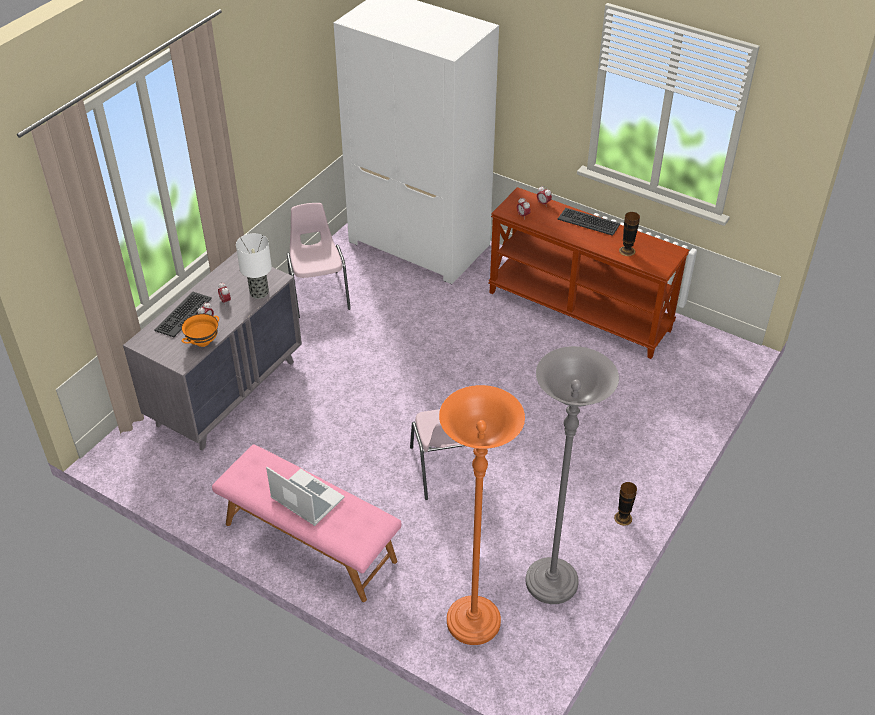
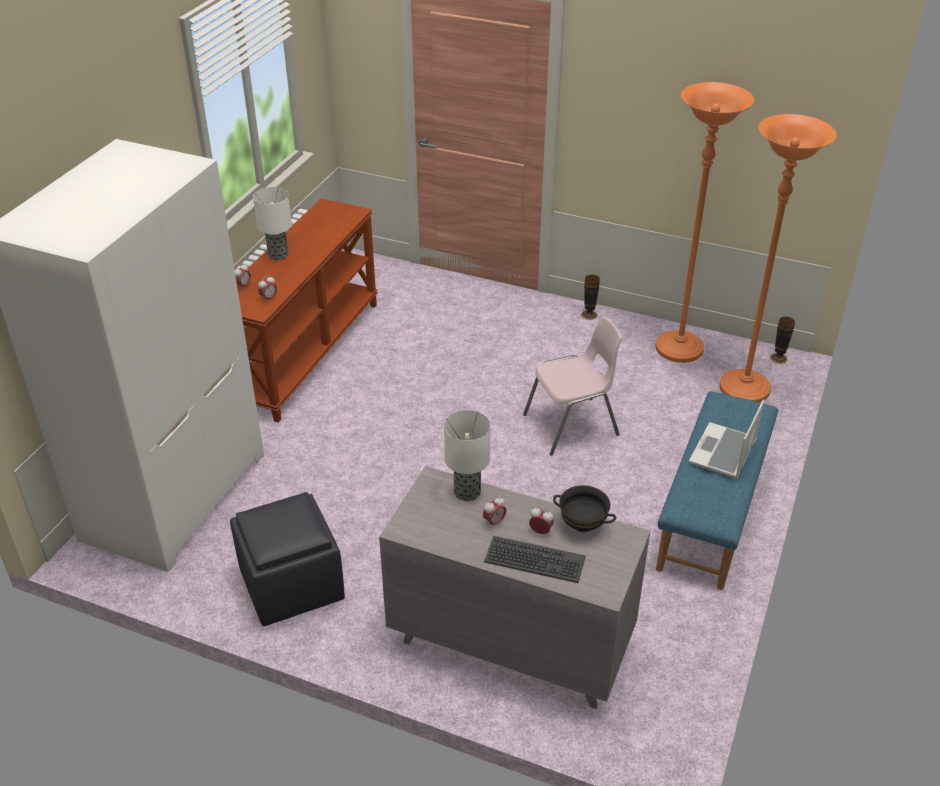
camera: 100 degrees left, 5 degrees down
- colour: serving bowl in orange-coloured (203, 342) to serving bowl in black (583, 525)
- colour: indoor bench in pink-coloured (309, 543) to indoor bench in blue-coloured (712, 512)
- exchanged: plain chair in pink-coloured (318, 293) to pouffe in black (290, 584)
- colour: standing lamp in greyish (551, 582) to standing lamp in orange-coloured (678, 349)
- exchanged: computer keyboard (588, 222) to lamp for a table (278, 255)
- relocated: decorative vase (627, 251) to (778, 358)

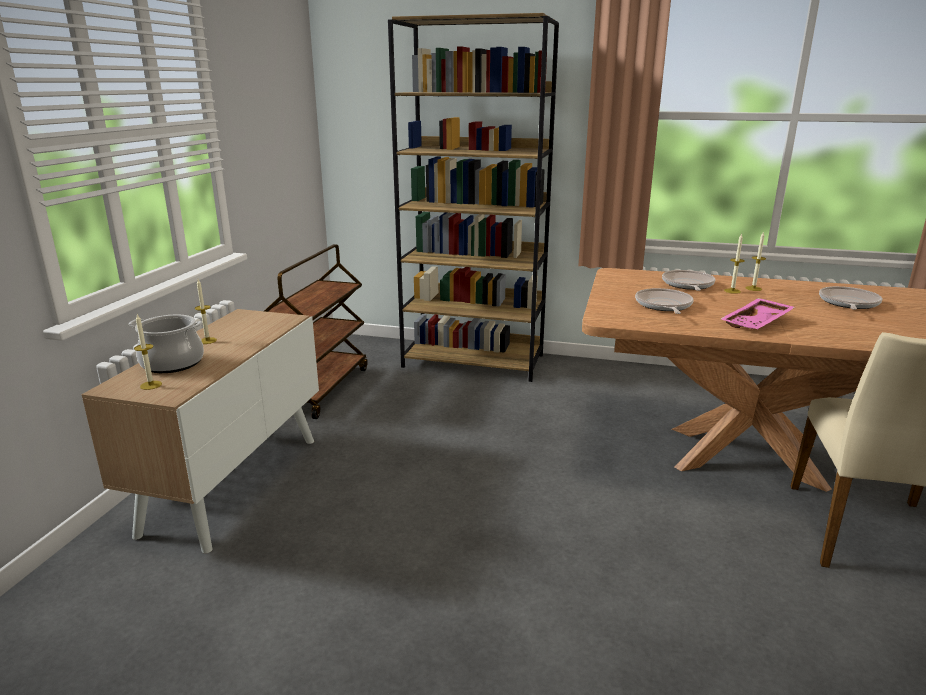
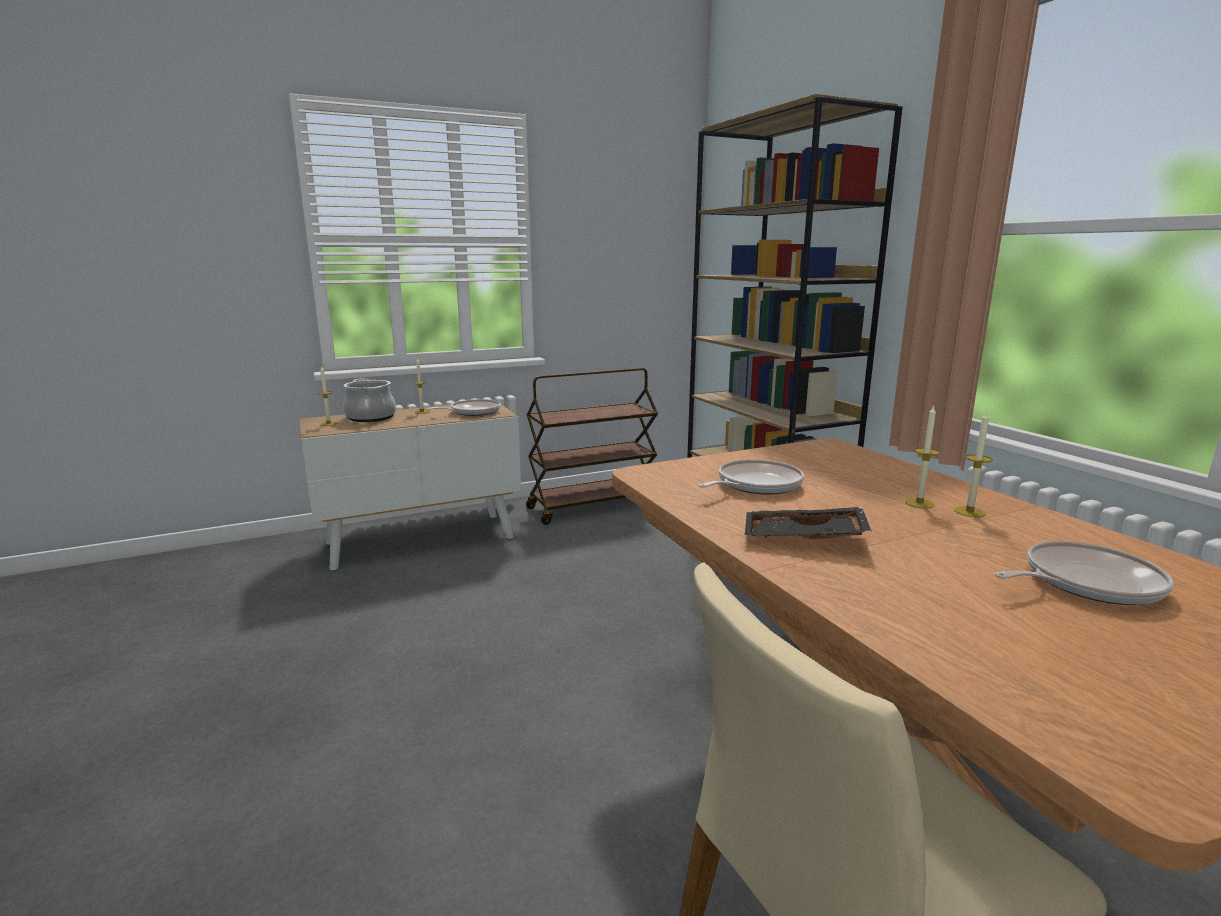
camera: 50 degrees right, 5 degrees down
- relocated: skillet (687, 285) to (472, 412)
- colour: tray in pink-coloured (757, 323) to tray in black (803, 538)

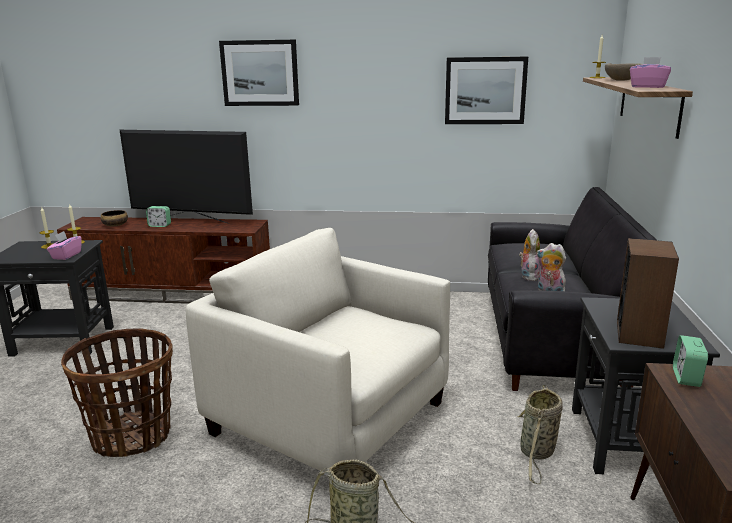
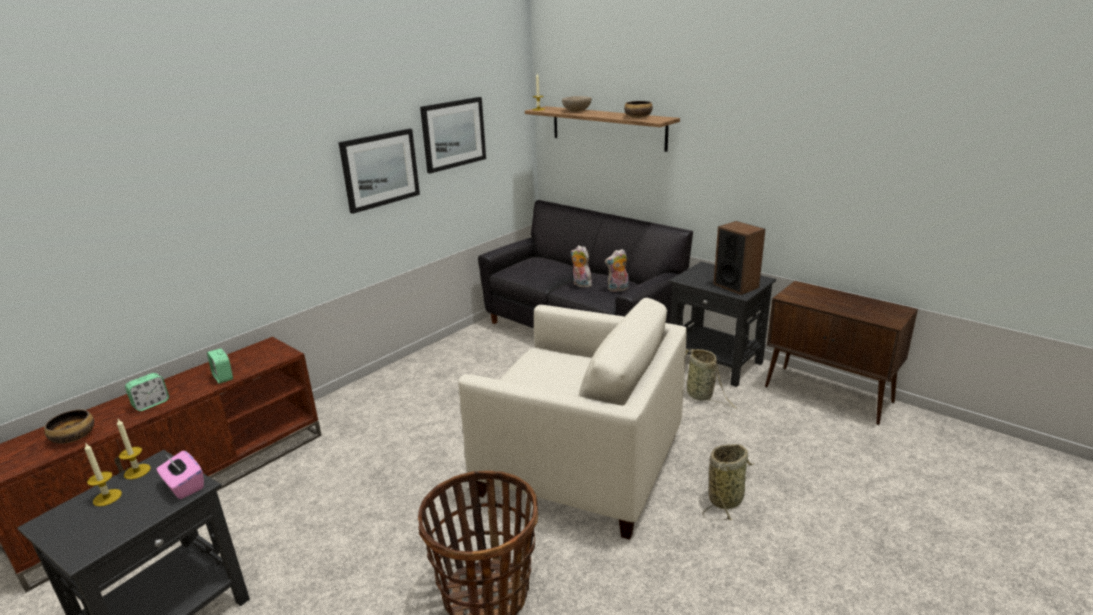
camera: 55 degrees left, 5 degrees up
- missing: TV (192, 221)
- spun: lounge chair in beige-coloured (329, 419) = (580, 463) 135 degrees counterclockwise
- relocated: wall picture (260, 73) to (380, 169)
- exchanged: tissue box in pink-coloured (648, 87) to serving bowl (638, 117)
- relocated: bedside clock (686, 377) to (223, 377)

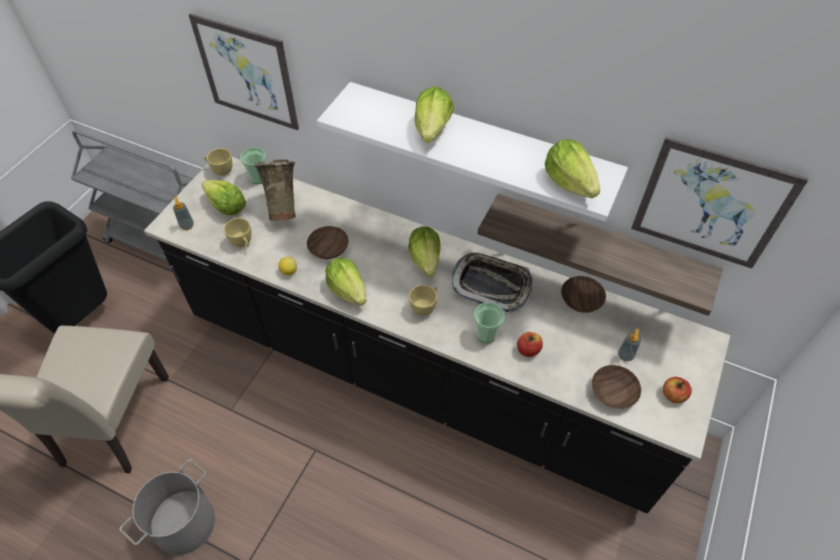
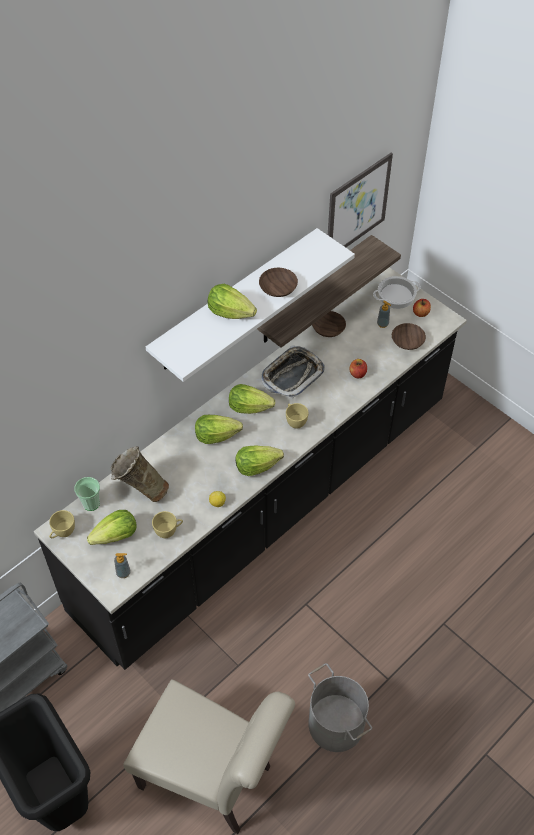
camera: 70 degrees left, 0 degrees up
- missing: wall picture (246, 73)
- relocated: serving bowl in brownish (329, 247) to (277, 288)
- missing: drinking cup (486, 334)
- relocated: head of lettuce (569, 183) to (216, 436)
- appeared: saucepot (396, 295)

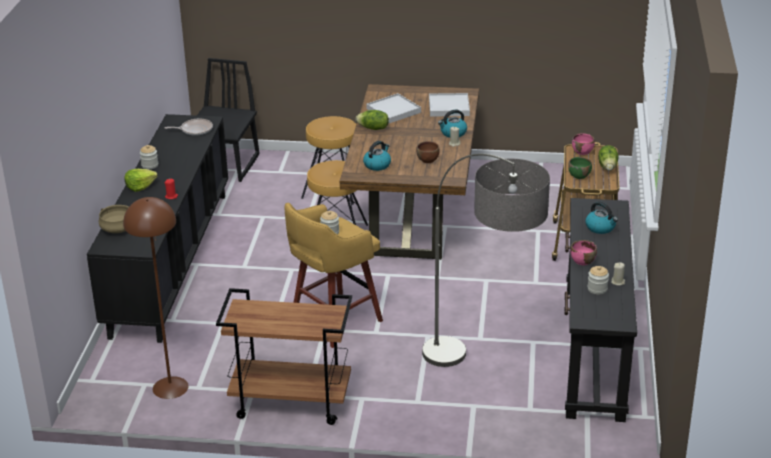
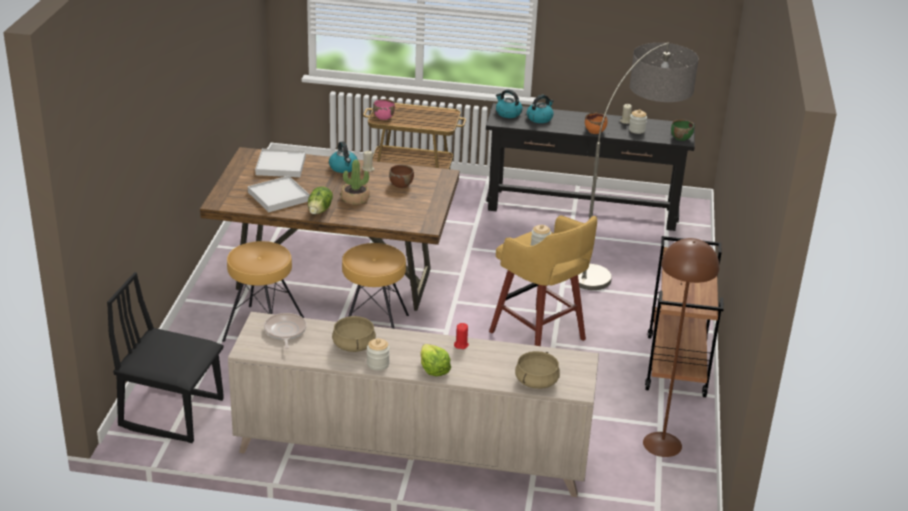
camera: 90 degrees left, 0 degrees up
- colour: storage cabinet in black (170, 262) to storage cabinet in beige-coloured (412, 454)
- relocated: kettle (377, 165) to (508, 113)
- relocated: serving bowl in green (579, 175) to (680, 138)
- colour: serving bowl in pink-coloured (582, 261) to serving bowl in orange-coloured (595, 131)
- missing: head of lettuce (608, 167)
- appeared: saucepot in beige-coloured (354, 345)
- appeared: plant in a pot (355, 199)

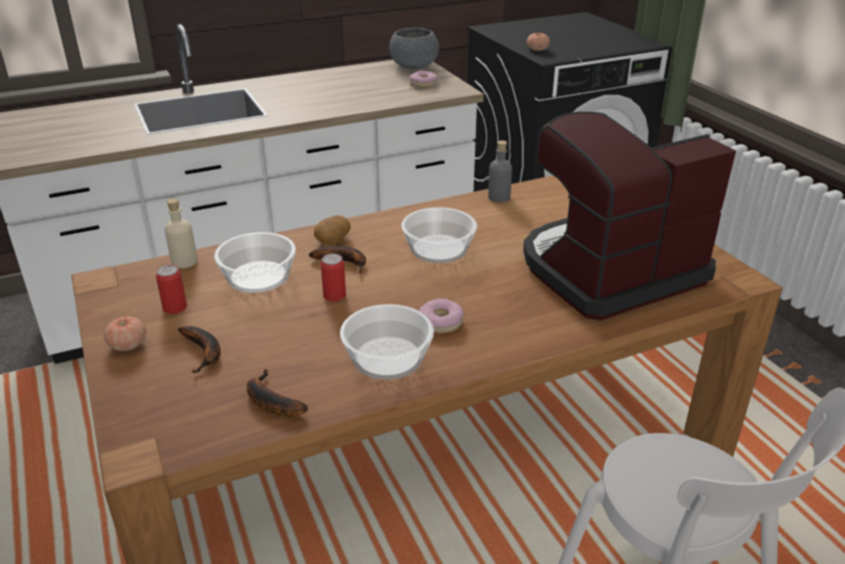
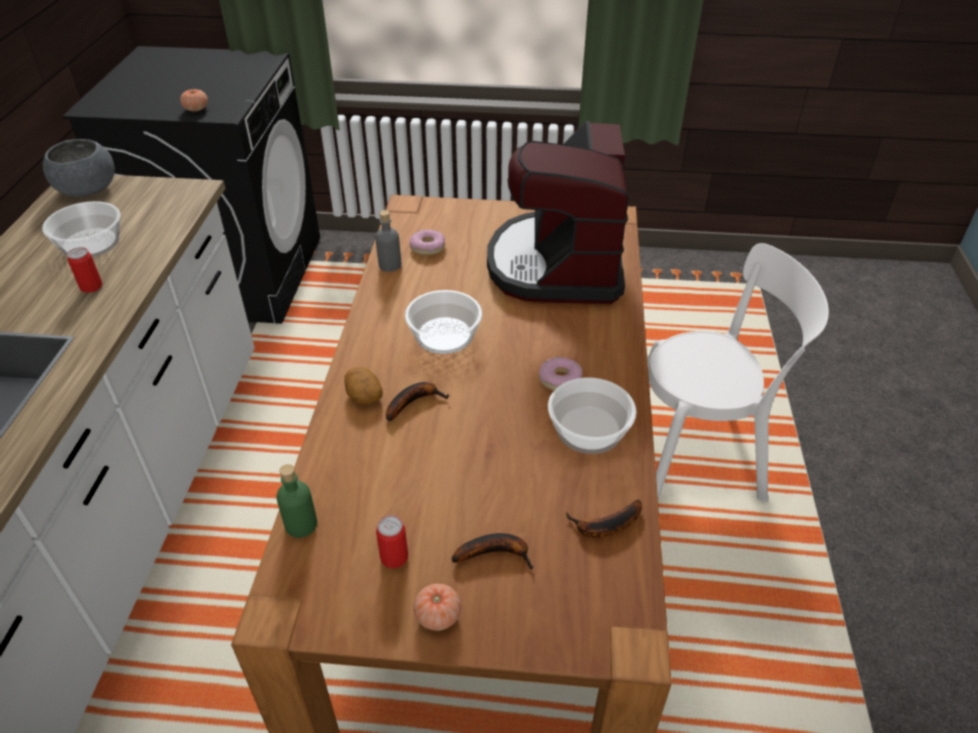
camera: 60 degrees left, 10 degrees up
- colour: bottle in beige-coloured (184, 261) to bottle in green (301, 525)
- relocated: serving bowl (259, 276) to (90, 242)
- relocated: can (334, 296) to (91, 286)
- relocated: donut (423, 84) to (427, 247)

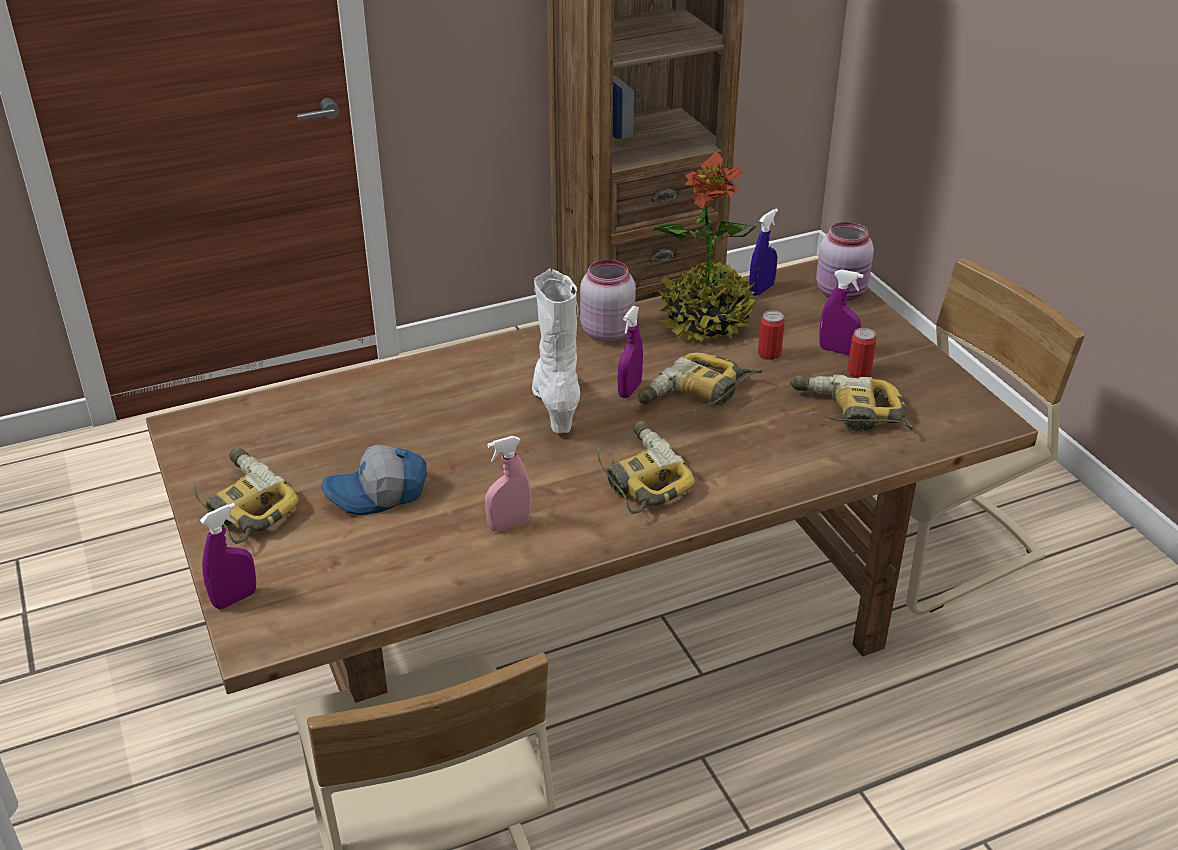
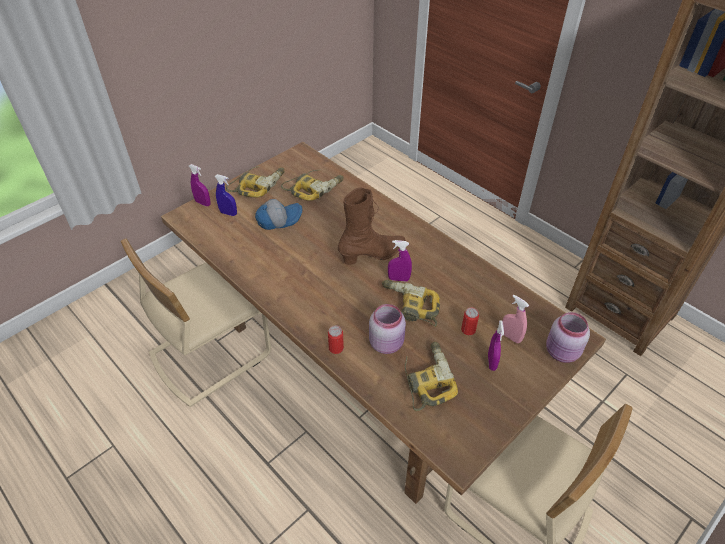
camera: 70 degrees right, 10 degrees up
- spun: cap (378, 494) = (279, 219) 105 degrees clockwise
- relocated: spray bottle in pink-coloured (509, 524) to (510, 337)
- colour: tall boot in whitish (556, 403) to tall boot in brownish (373, 255)
- relocated: storage jar in pink-coloured (607, 332) to (387, 343)
- relocated: power drill (638, 477) to (314, 188)
- missing: plant in a pot (706, 321)
- relocated: spray bottle in blue-coloured (761, 289) to (228, 213)
- relocated: can (859, 371) to (336, 348)

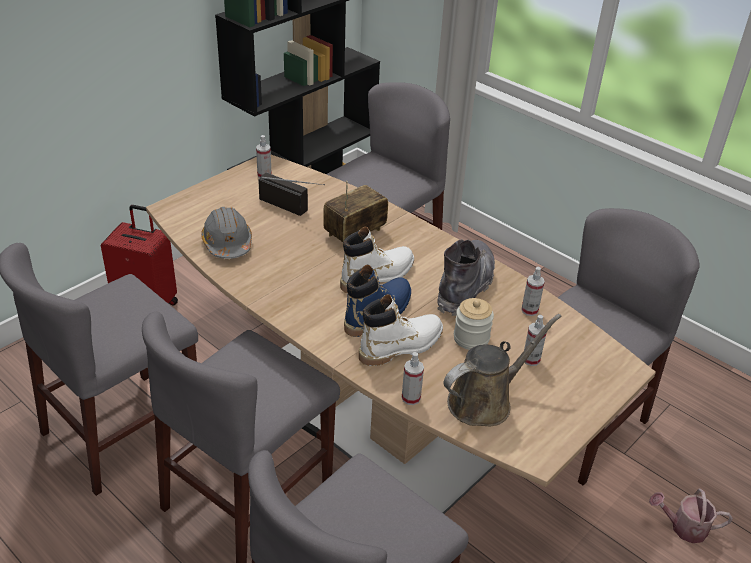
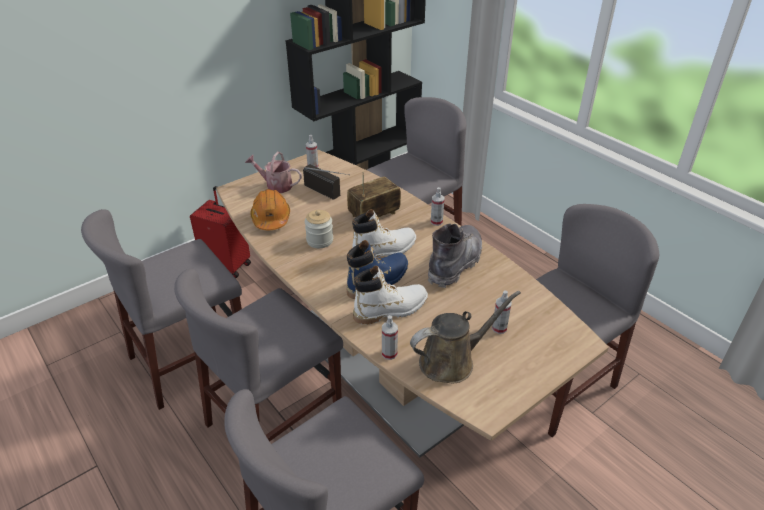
camera: 10 degrees right, 0 degrees up
- colour: work helmet in greyish (227, 243) to work helmet in orange-coloured (271, 218)
- relocated: storage jar (471, 338) to (320, 240)
- relocated: spray bottle (529, 310) to (436, 222)
- relocated: sprinkling can (683, 527) to (275, 185)

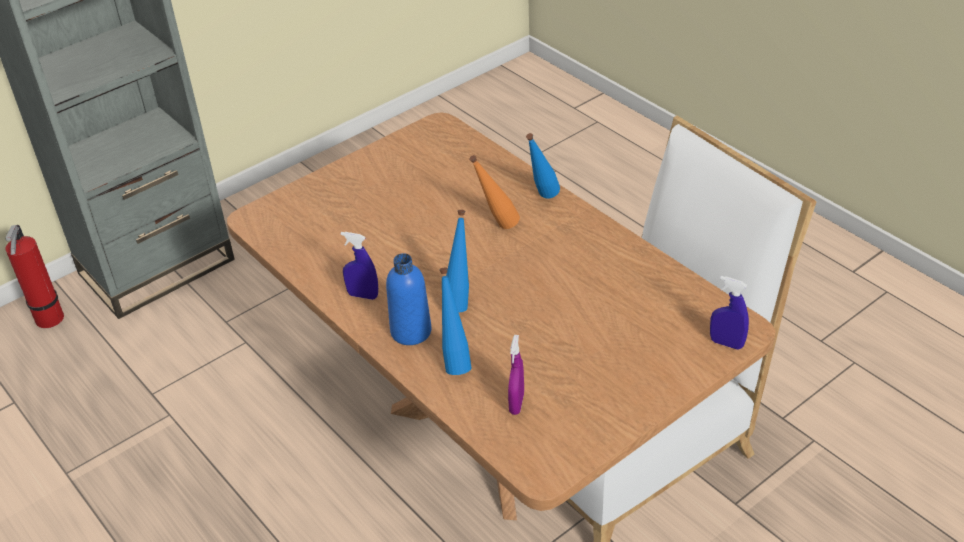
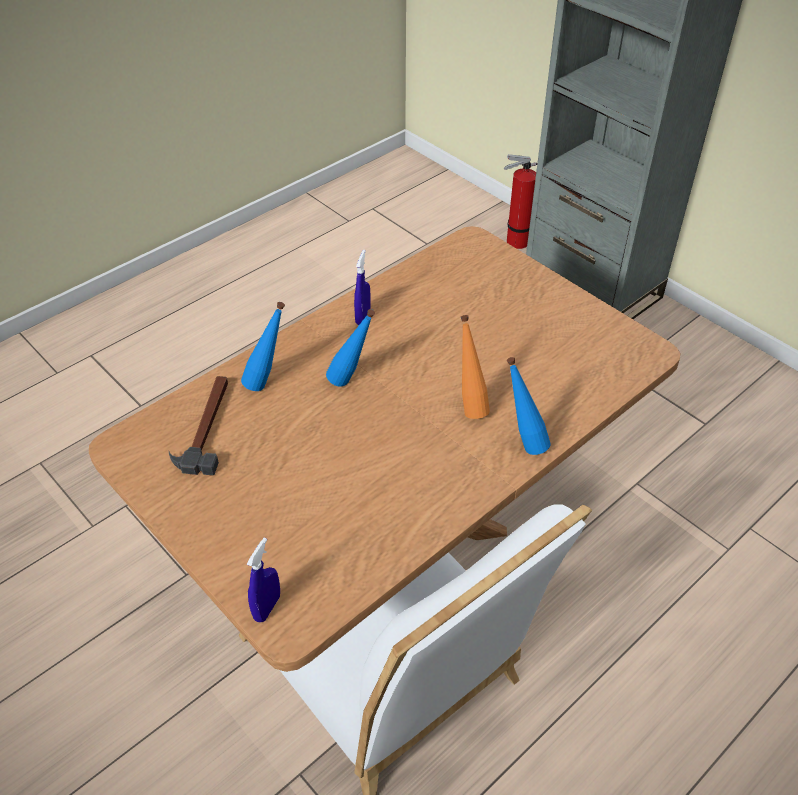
camera: 85 degrees right, 5 degrees up
- missing: bottle in blue-coloured (411, 331)
- exchanged: spray bottle in purple (516, 403) to hand hammer (206, 427)

